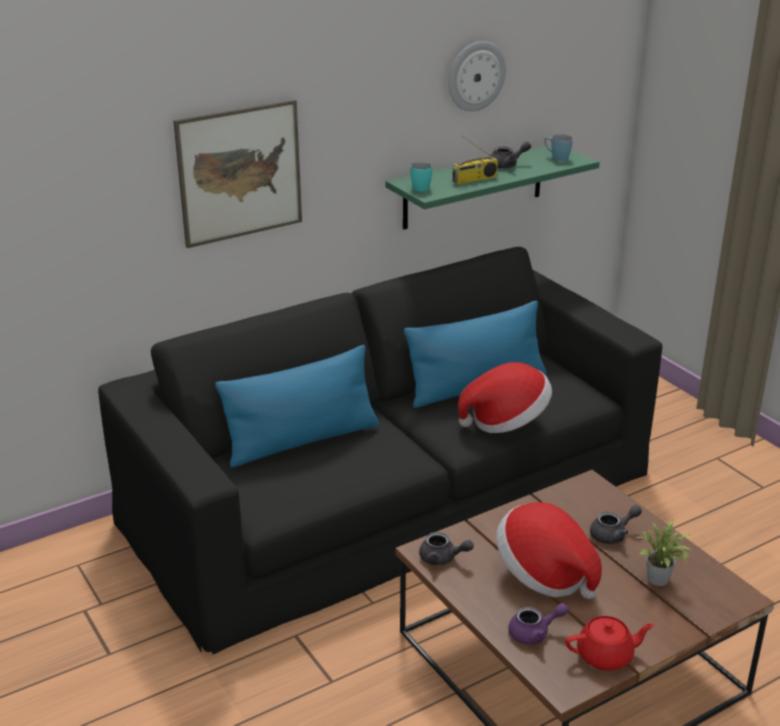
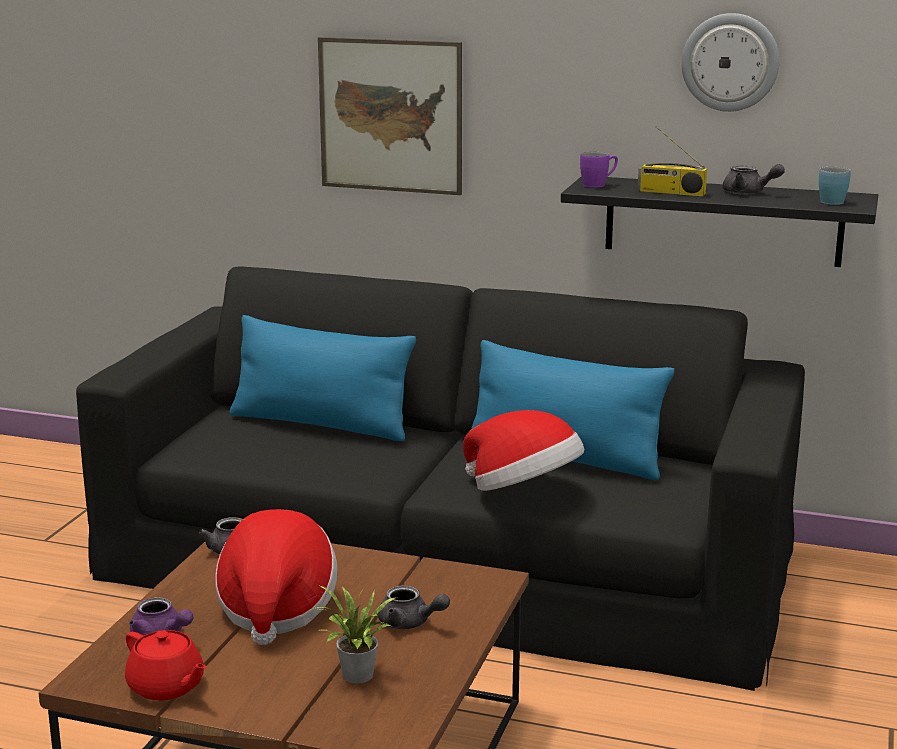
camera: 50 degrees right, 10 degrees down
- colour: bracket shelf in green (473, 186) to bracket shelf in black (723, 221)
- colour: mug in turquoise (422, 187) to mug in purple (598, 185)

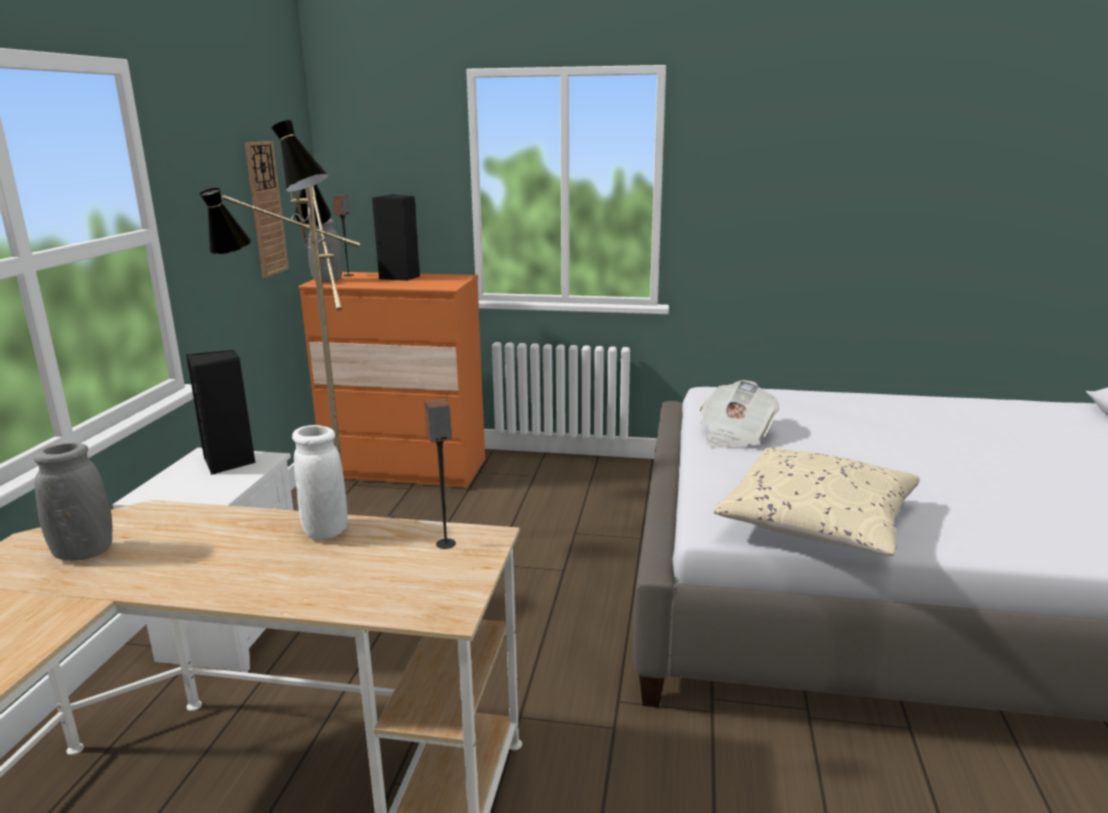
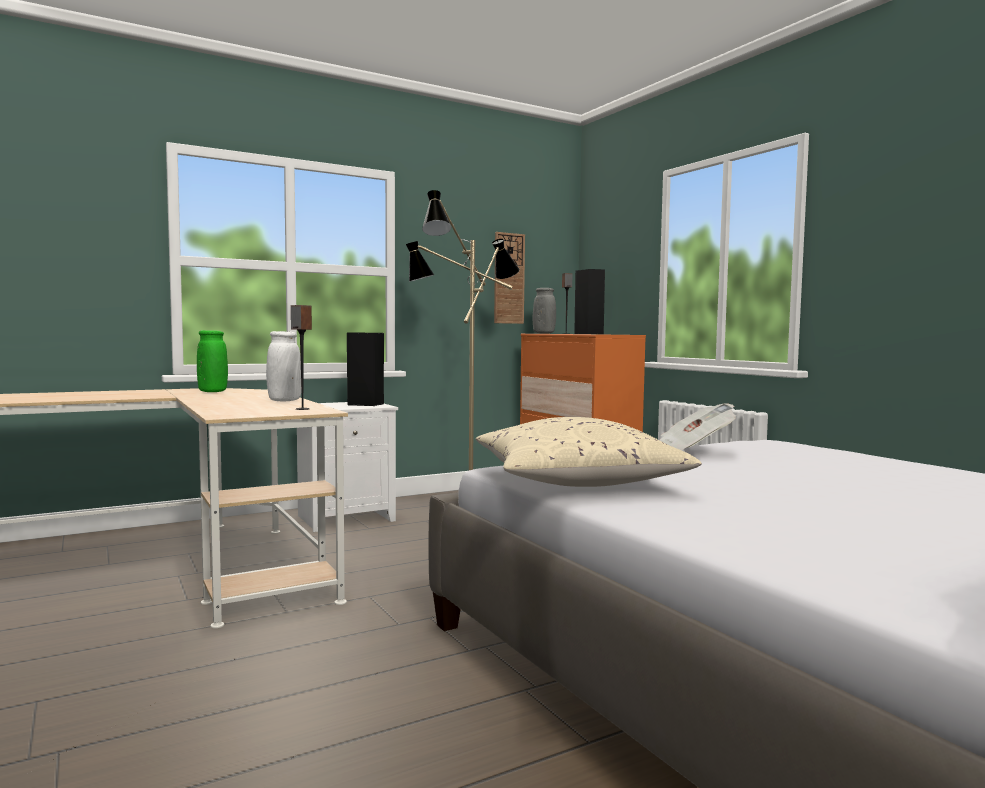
camera: 50 degrees right, 15 degrees down
- colour: decorative vase in greyish (84, 552) to decorative vase in green (212, 391)

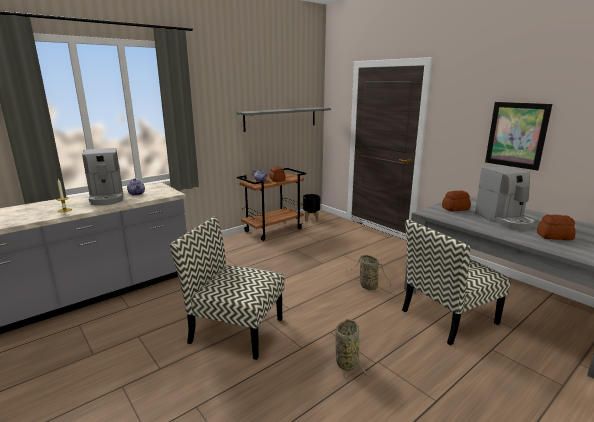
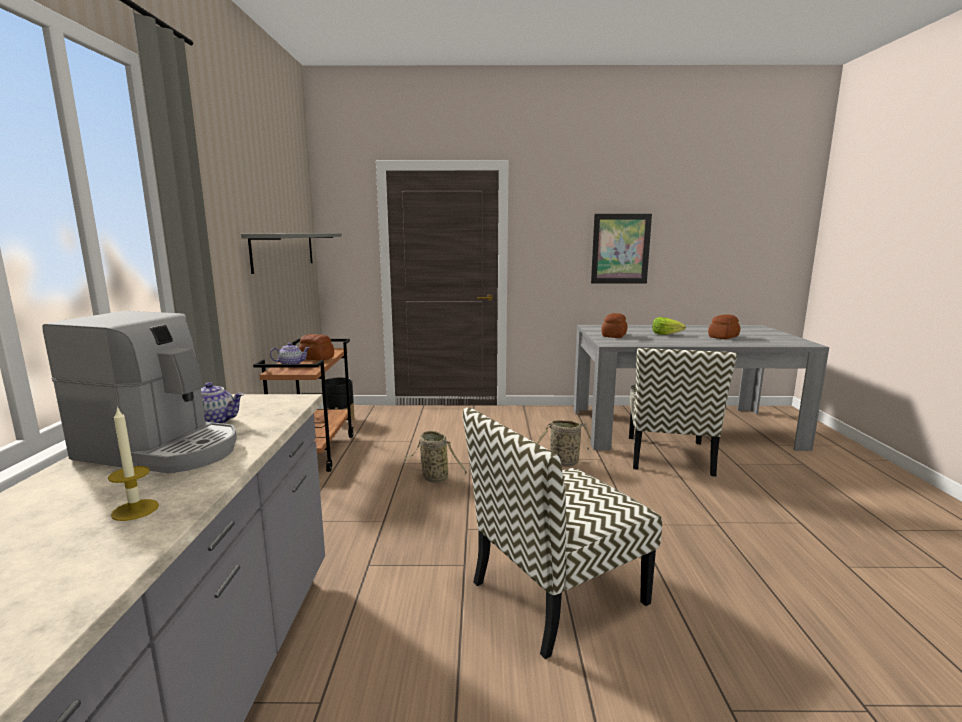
camera: 50 degrees left, 5 degrees down
- relocated: household basket (346, 361) to (433, 477)
- exchanged: coffee machine (505, 220) to head of lettuce (666, 334)

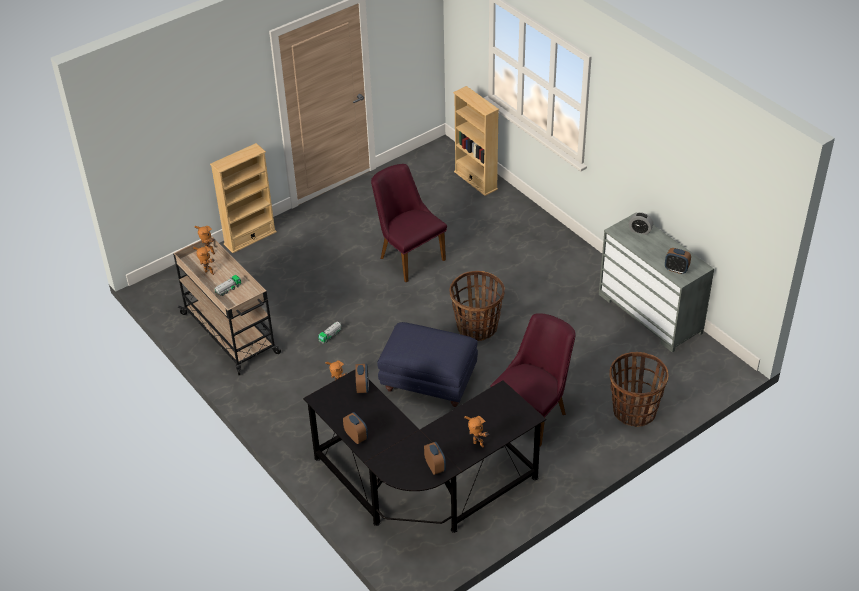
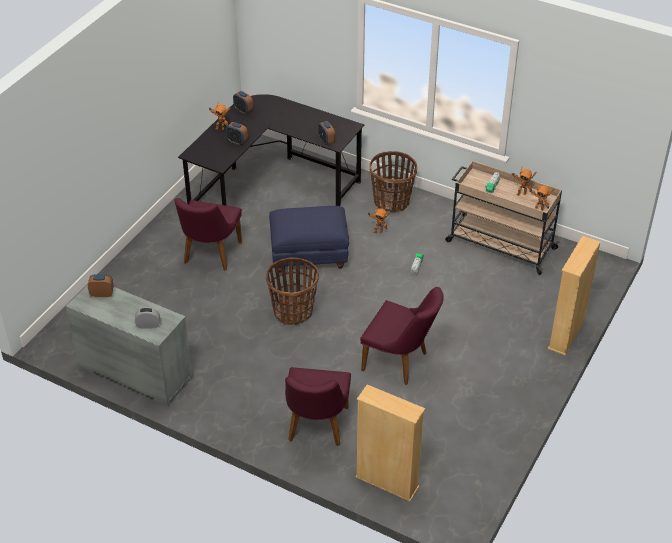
camera: 155 degrees right, 0 degrees up
- relocated: bedside clock (356, 436) to (237, 141)
- relocated: household basket (634, 411) to (391, 201)
- appeared: plain chair in purple (316, 429)

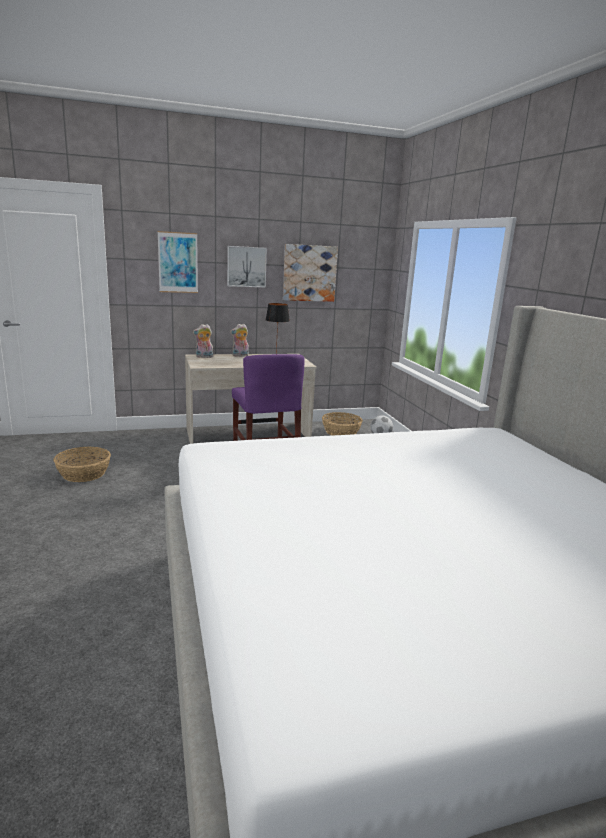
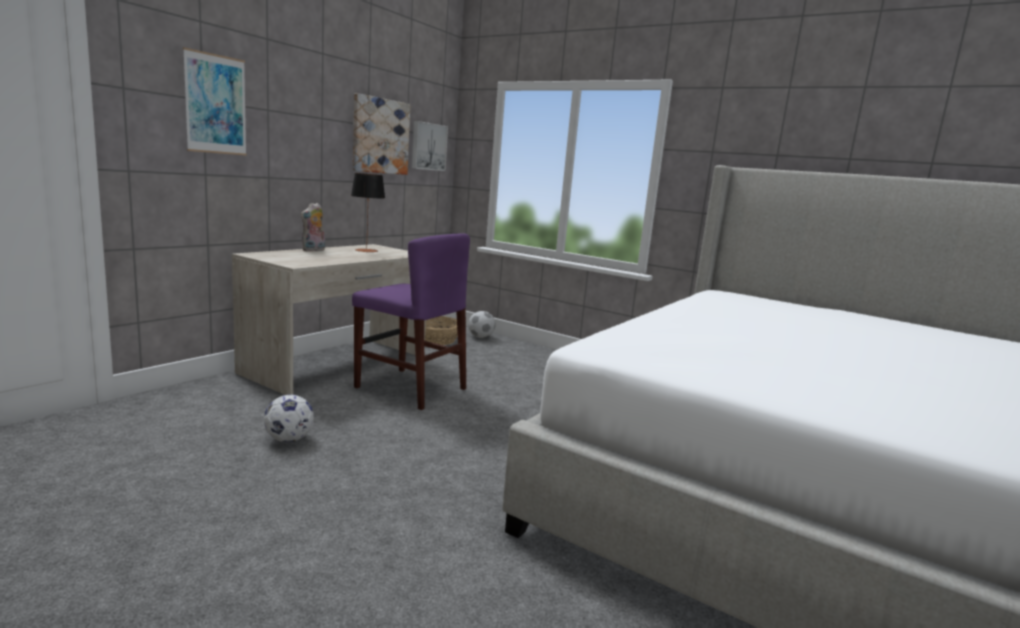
camera: 40 degrees left, 5 degrees down
- missing: household basket (84, 473)
- missing: plush toy (204, 357)
- relocated: wall picture (246, 266) to (428, 146)
- appeared: ball for football (289, 439)

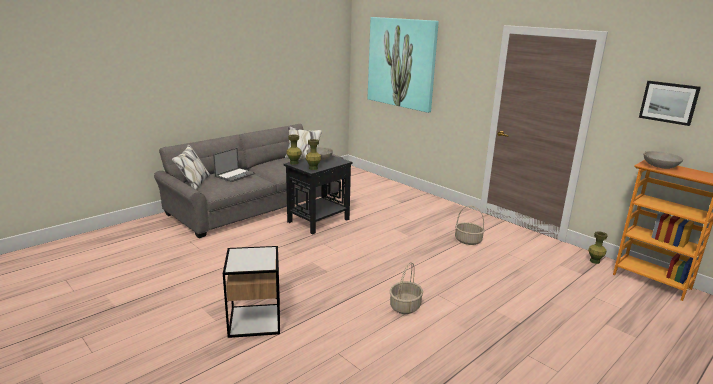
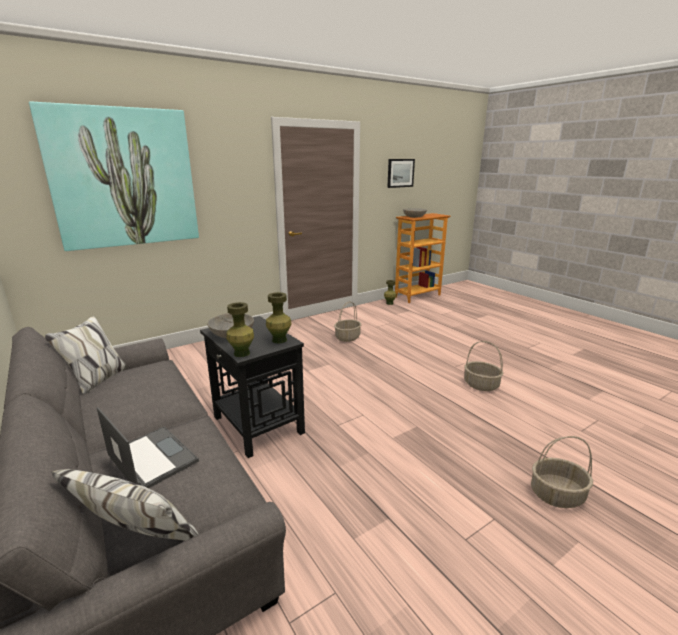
camera: 80 degrees left, 0 degrees up
- exchanged: accent table (255, 320) to household basket (556, 495)

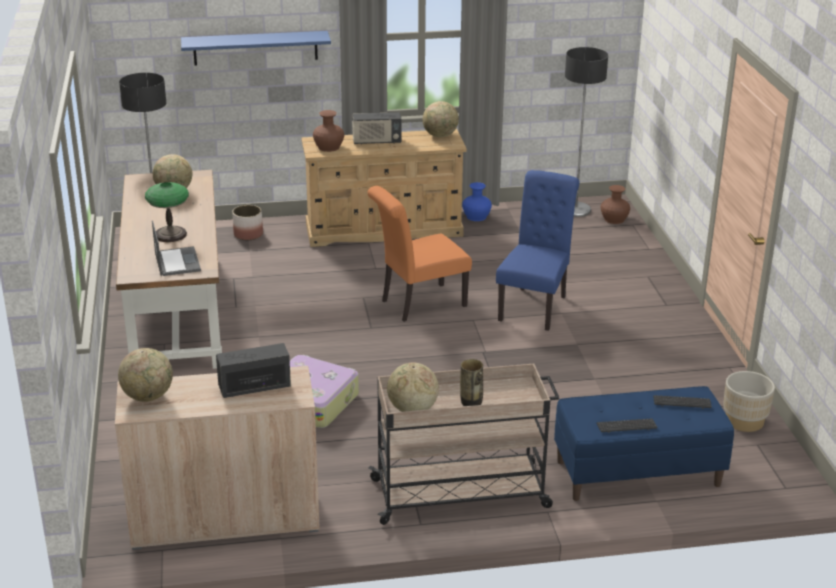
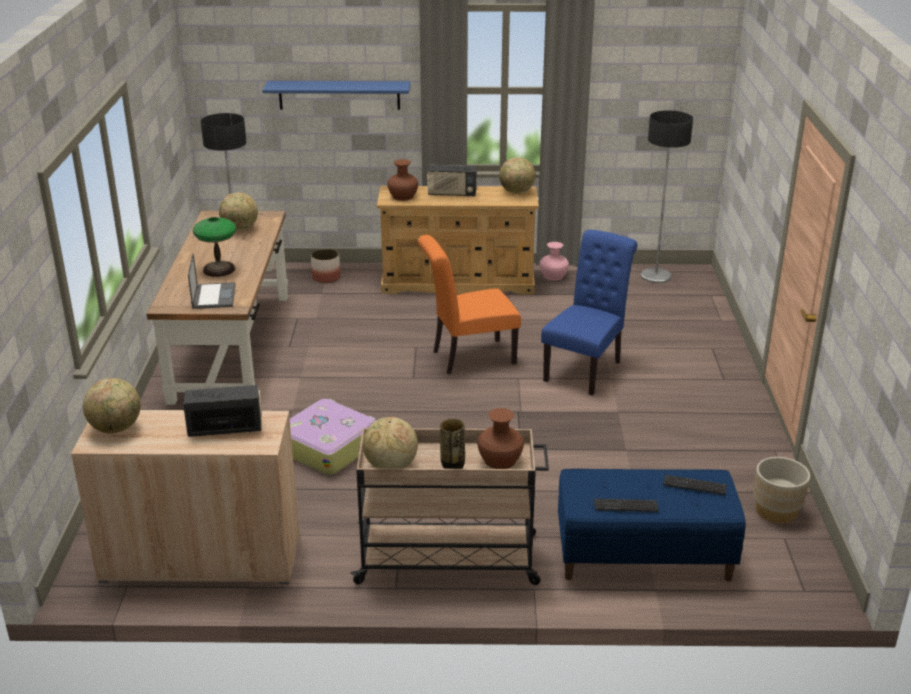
camera: 10 degrees right, 0 degrees up
- colour: decorative vase in blue-coloured (476, 216) to decorative vase in pink-coloured (553, 276)
- relocated: decorative vase in brownish (614, 219) to (500, 460)

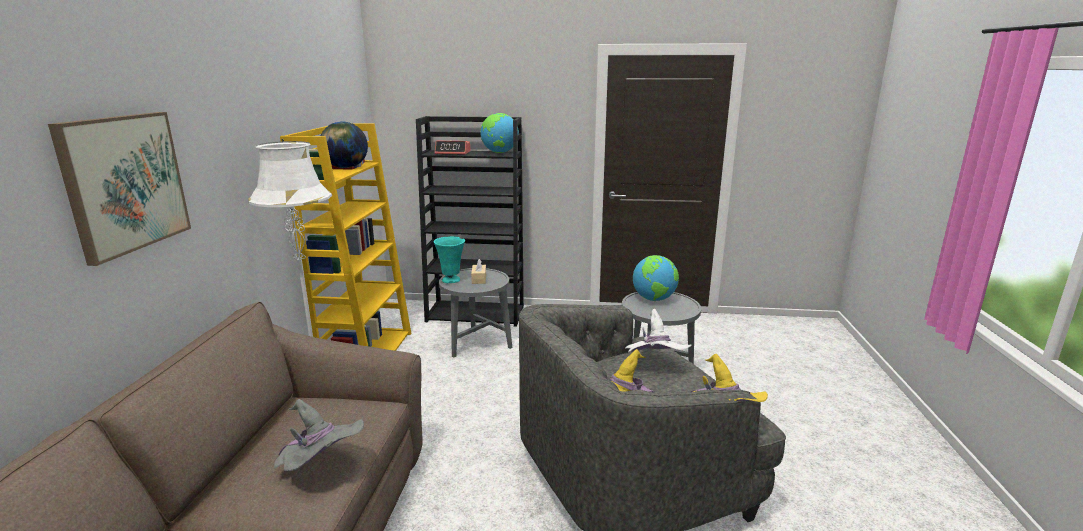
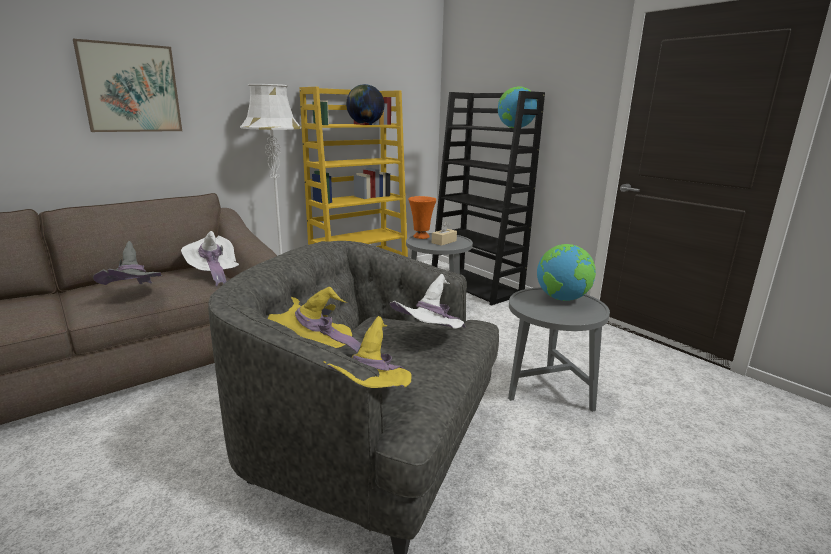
camera: 45 degrees right, 0 degrees up
- colour: decorative vase in turquoise (451, 280) to decorative vase in orange-coloured (421, 237)
- missing: bedside clock (453, 153)
- appeared: clothing hat in whitish (213, 275)

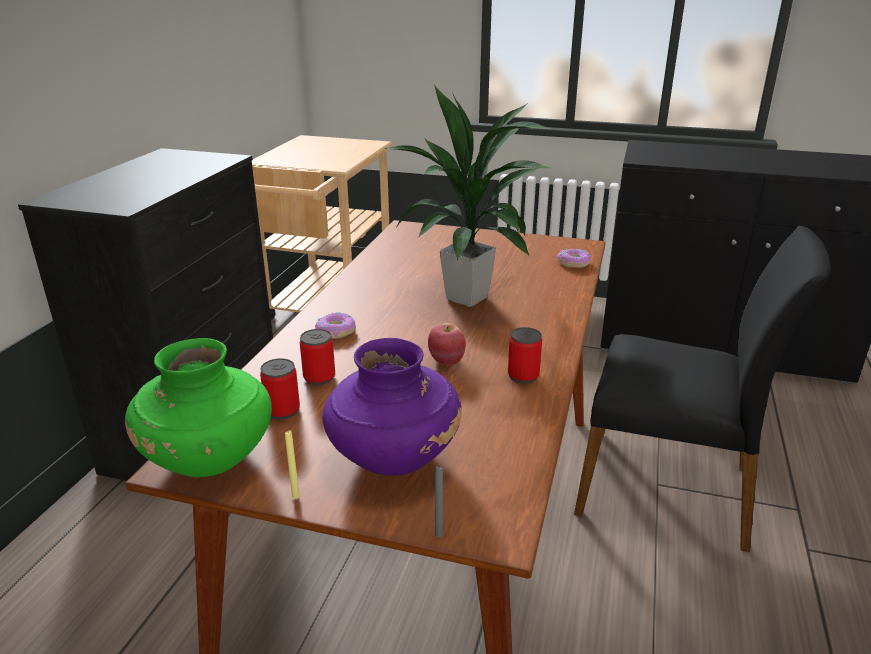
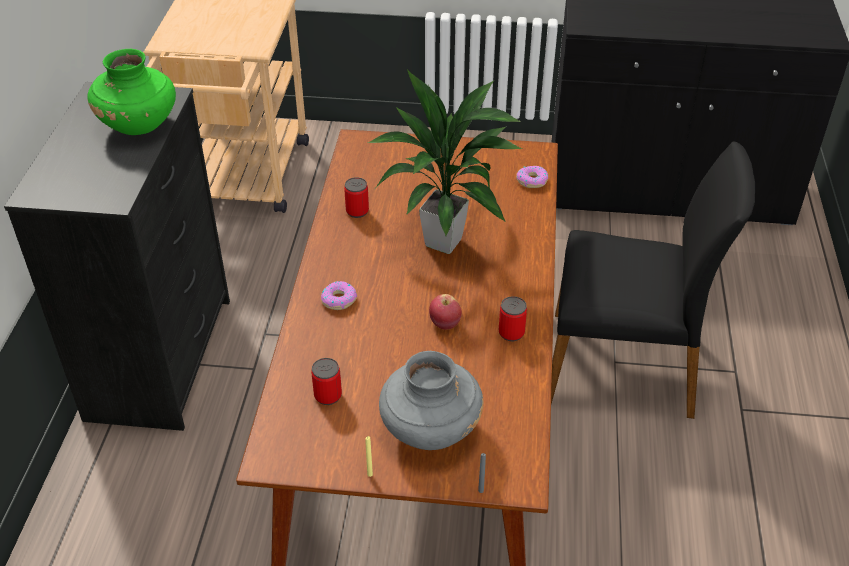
camera: 10 degrees left, 15 degrees up
- relocated: decorative vase in green (210, 459) to (139, 125)
- relocated: can (319, 377) to (357, 211)
- colour: decorative vase in purple (392, 458) to decorative vase in greyish (429, 430)

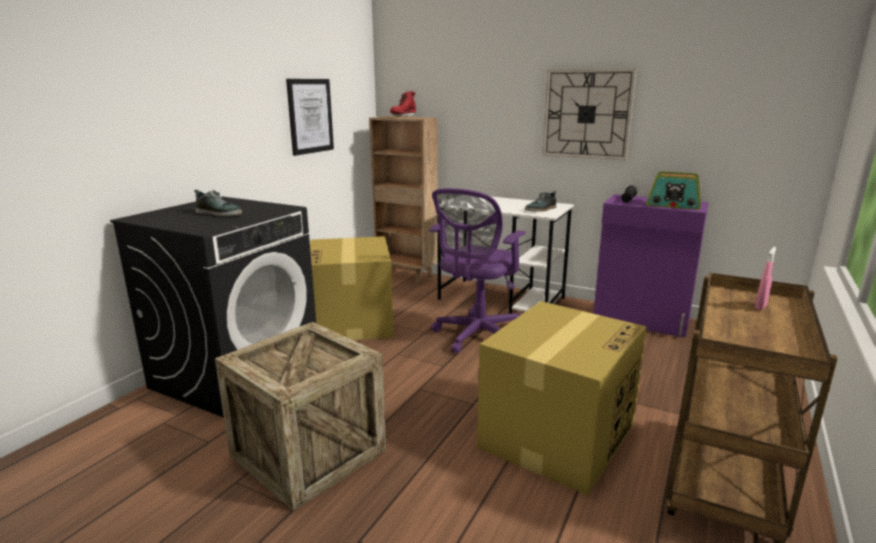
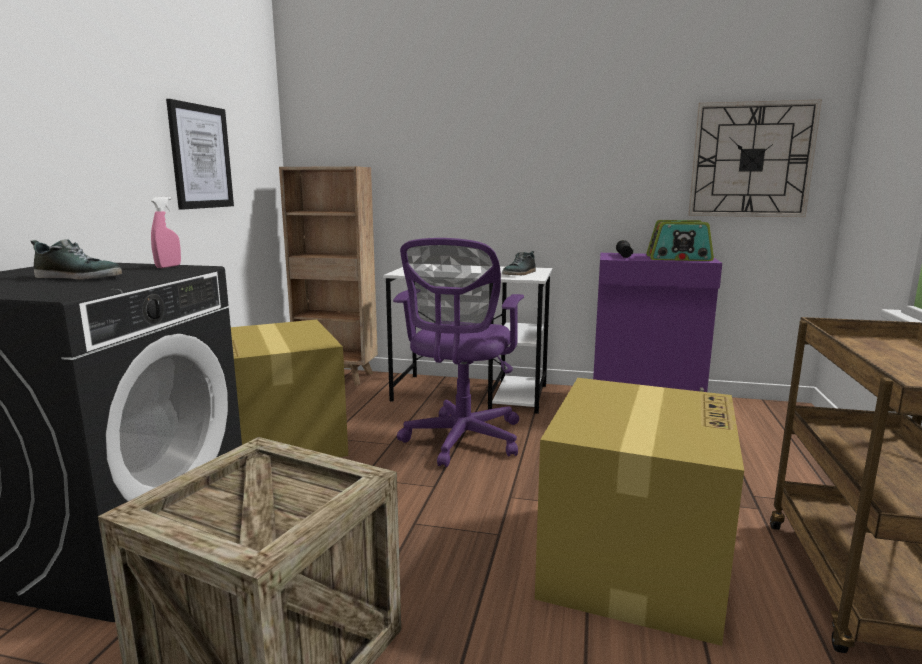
camera: 15 degrees left, 5 degrees down
- missing: tall boot in reddish (403, 117)
- relocated: hanging clock (587, 114) to (751, 160)
- relocated: spray bottle in pink-coloured (760, 306) to (168, 266)

